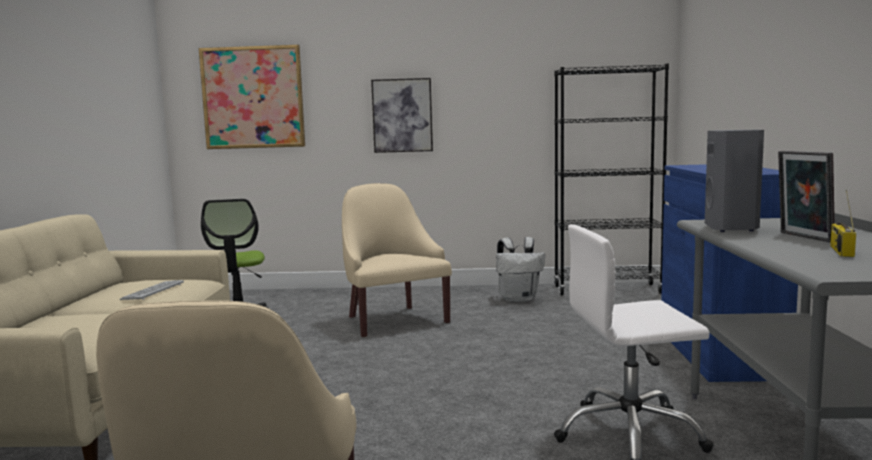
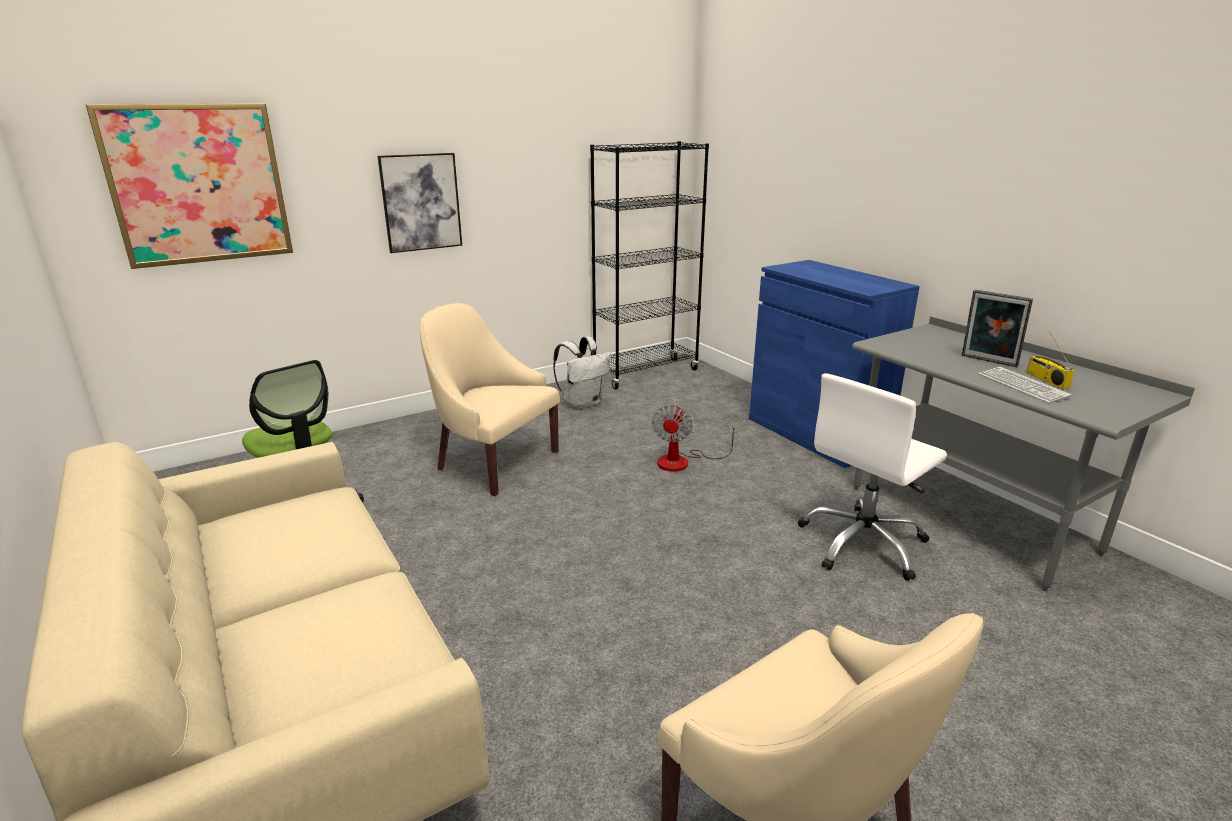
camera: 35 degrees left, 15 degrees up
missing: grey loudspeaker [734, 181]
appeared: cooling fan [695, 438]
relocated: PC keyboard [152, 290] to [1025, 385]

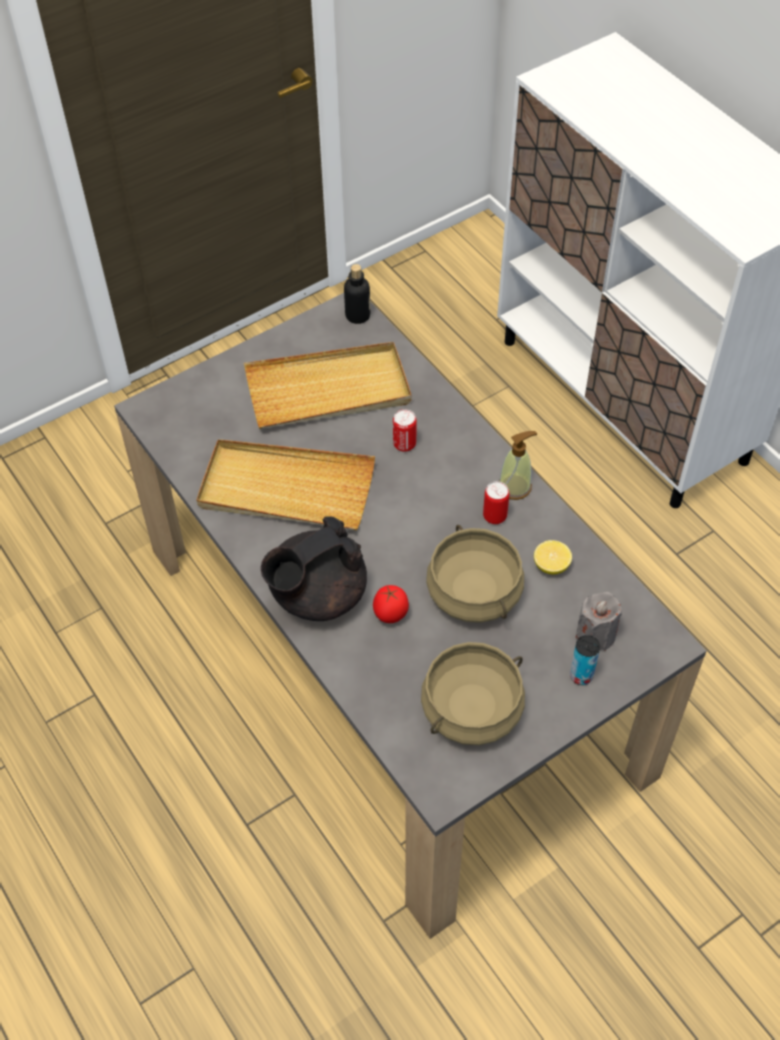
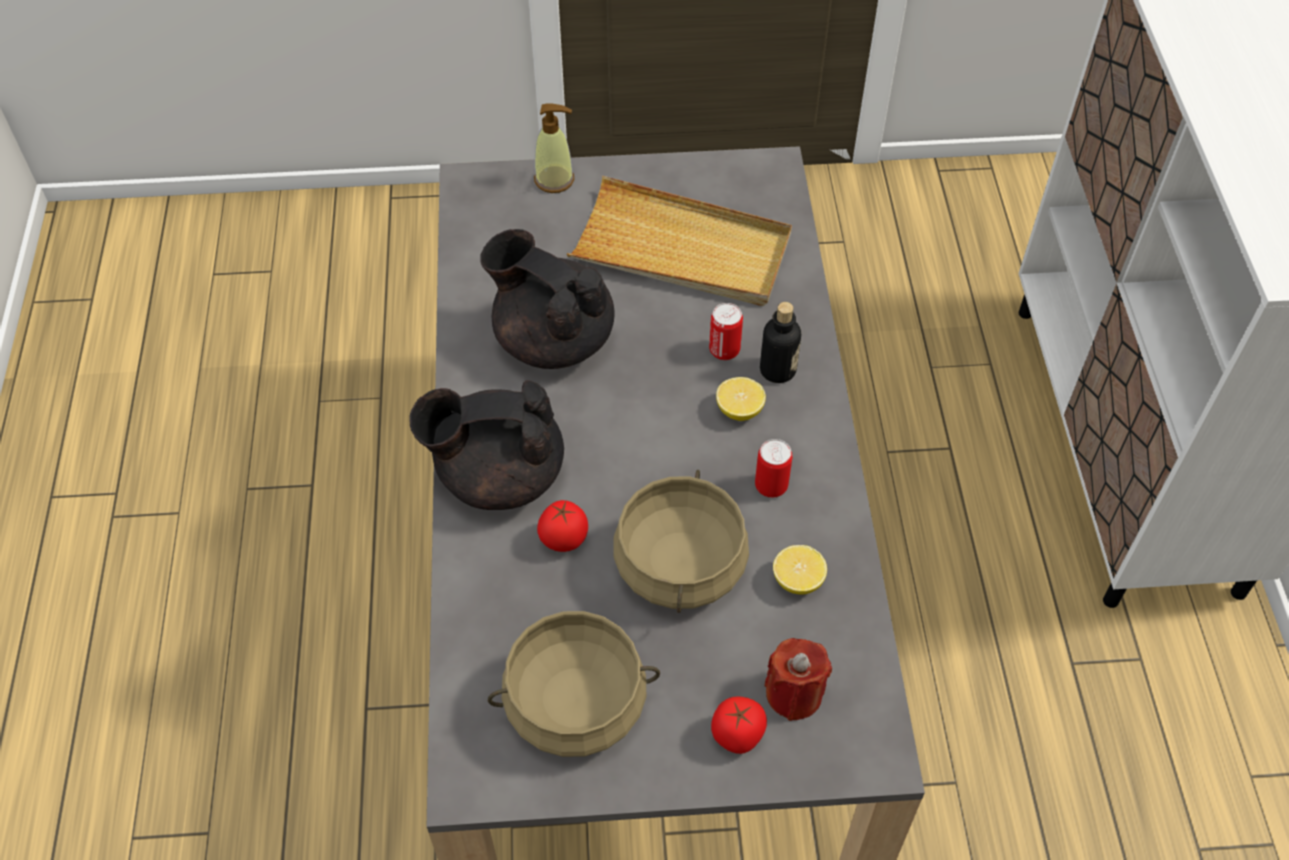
camera: 30 degrees right, 0 degrees up
appeared: whole lemon [741, 399]
relocated: beverage bottle [357, 294] to [780, 342]; liquid soap bottle [518, 465] to [554, 148]
exchanged: beige carrying tray [285, 484] to blackish pot for tea [547, 299]; can [585, 660] to fresh tomato [739, 725]
colour: grey wax light [599, 621] to red wax light [798, 679]

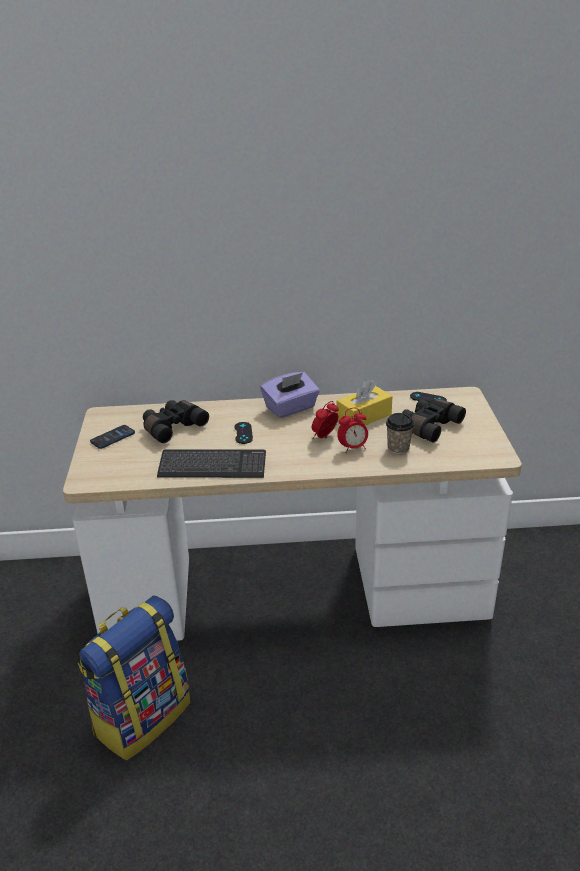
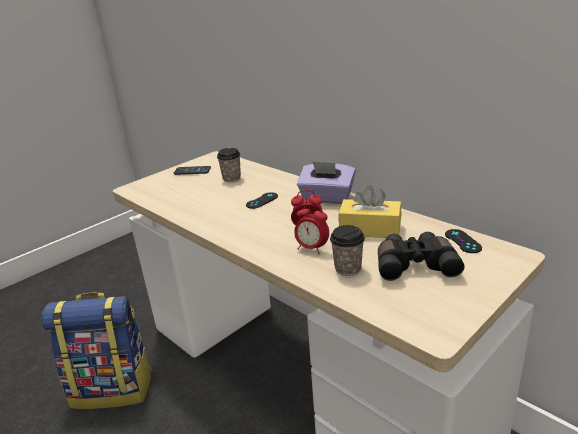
camera: 50 degrees right, 5 degrees down
missing: PC keyboard [211, 464]
exchanged: blackish field glasses [176, 421] to cup [229, 165]

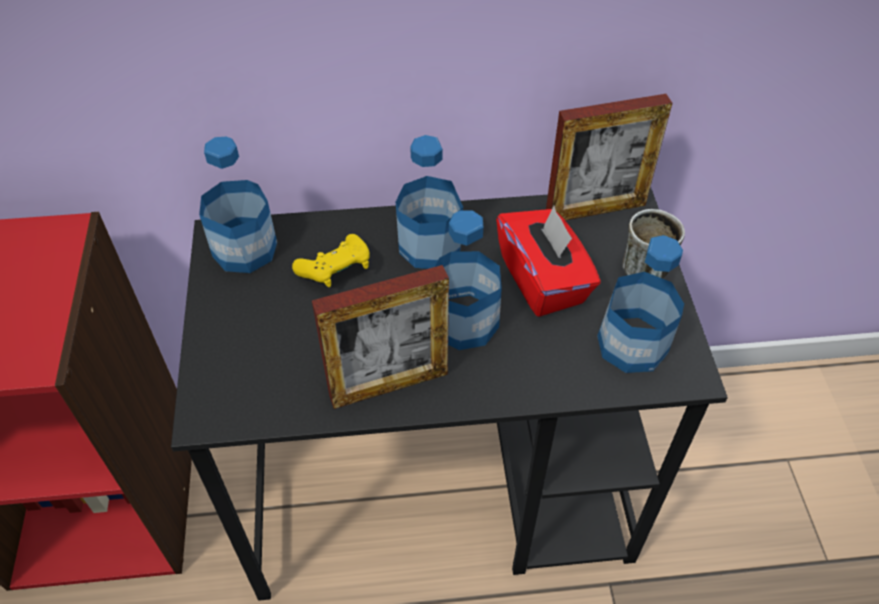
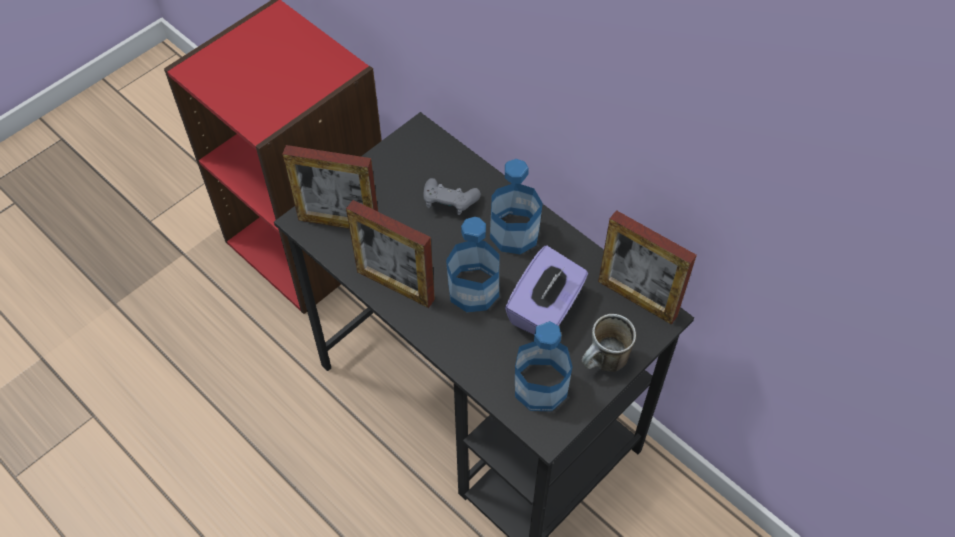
camera: 50 degrees right, 5 degrees up
missing: beverage bottle [238, 205]
appeared: standing frame [330, 187]
colour: yellowish game controller [331, 260] to grey game controller [452, 196]; red tissue box [548, 261] to purplish tissue box [546, 290]

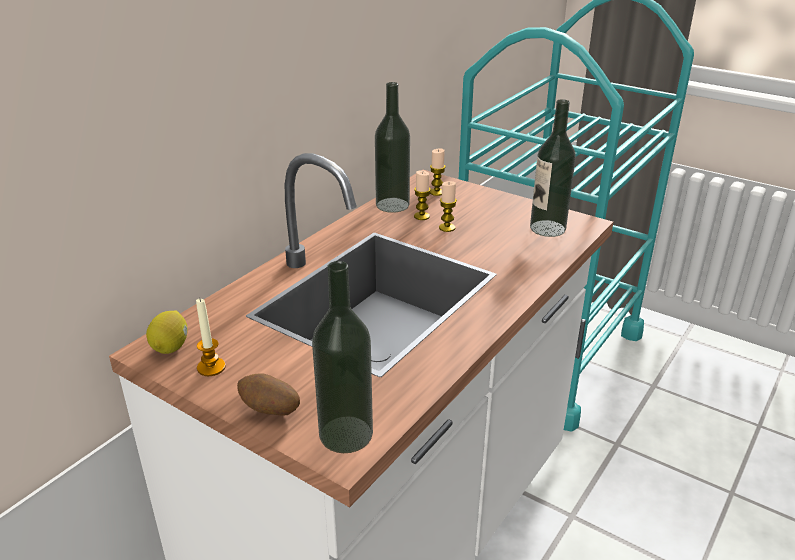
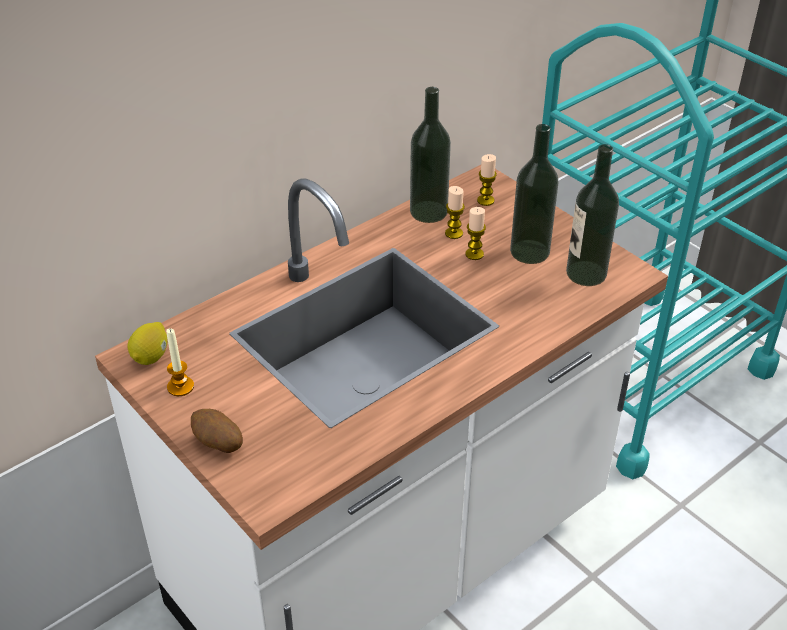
camera: 15 degrees right, 10 degrees up
relocated: beverage bottle [342, 357] to [534, 194]

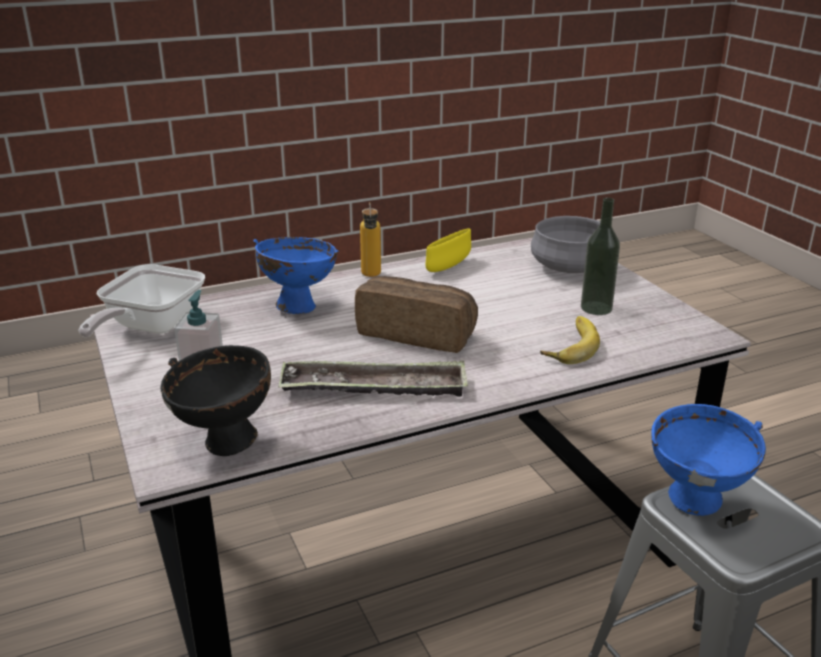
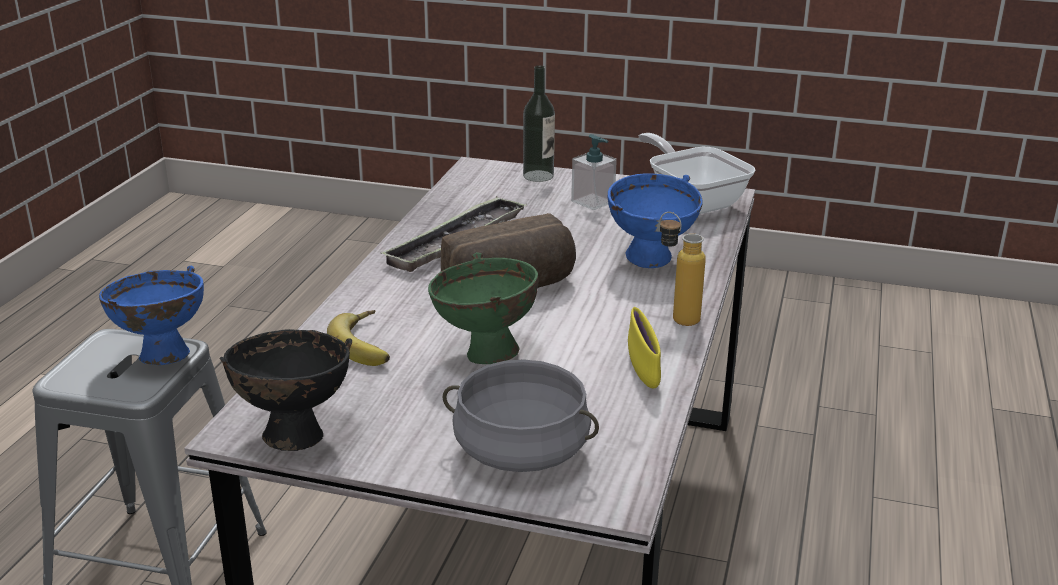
camera: 130 degrees right, 0 degrees up
appeared: green bowl [483, 308]
relocated: blackish bowl [215, 400] to [286, 390]; beverage bottle [600, 256] to [539, 123]

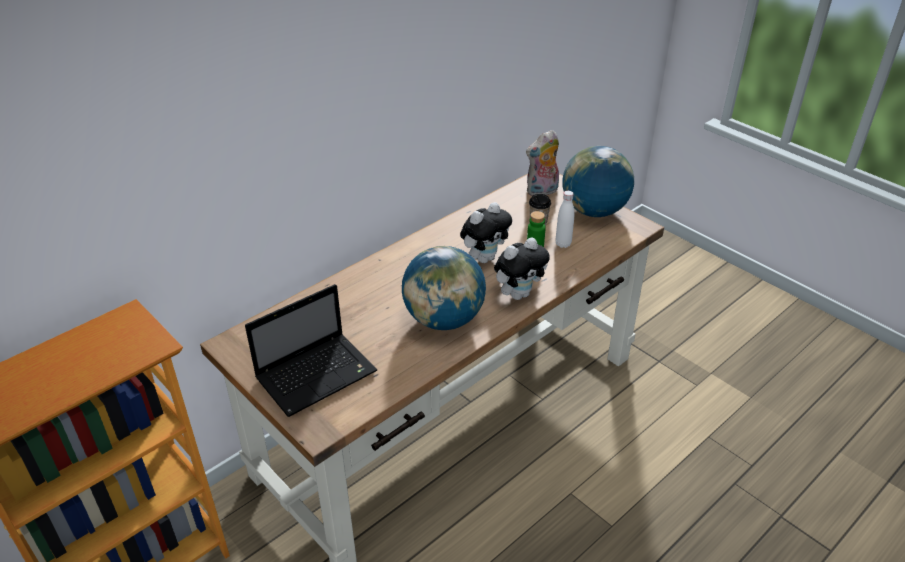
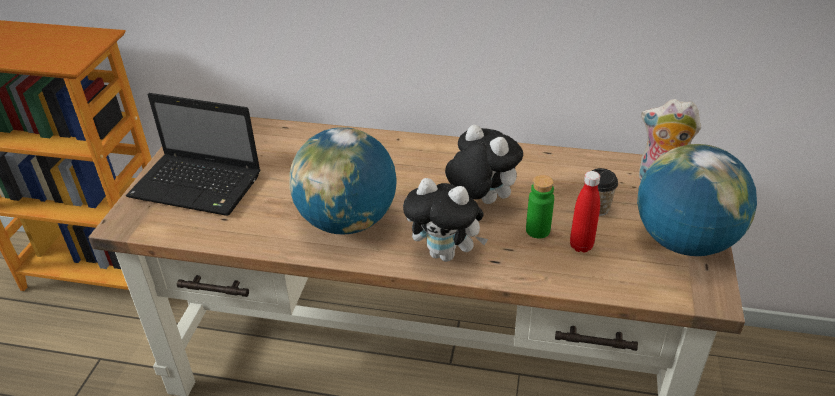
camera: 55 degrees right, 0 degrees up
colour: white-coloured beverage bottle [564, 219] to red beverage bottle [585, 212]
spun: cuddly toy [486, 232] = [484, 164] 150 degrees counterclockwise

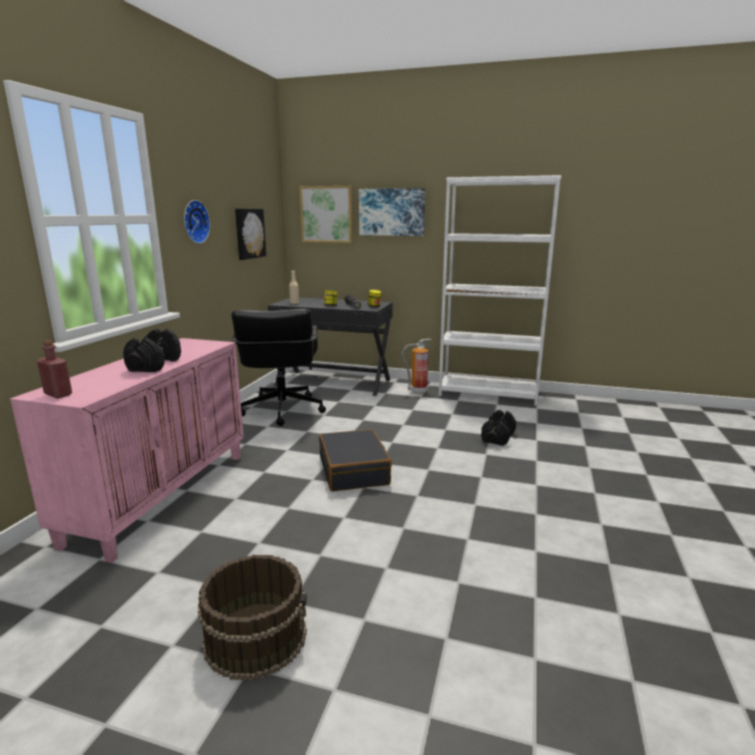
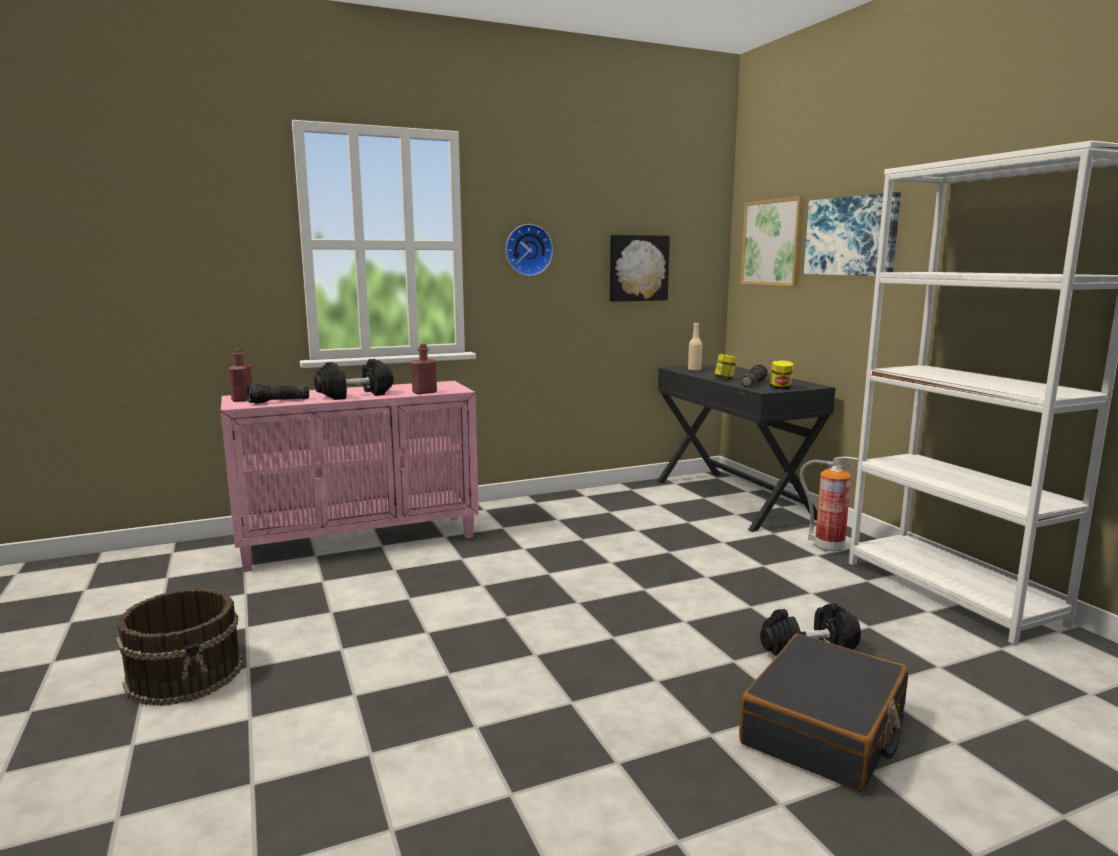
camera: 50 degrees right, 5 degrees down
missing: blackish desk chair [279, 367]
appeared: flashlight [278, 393]; red beverage bottle [423, 369]
relocated: blackish travel case [355, 460] to [823, 713]

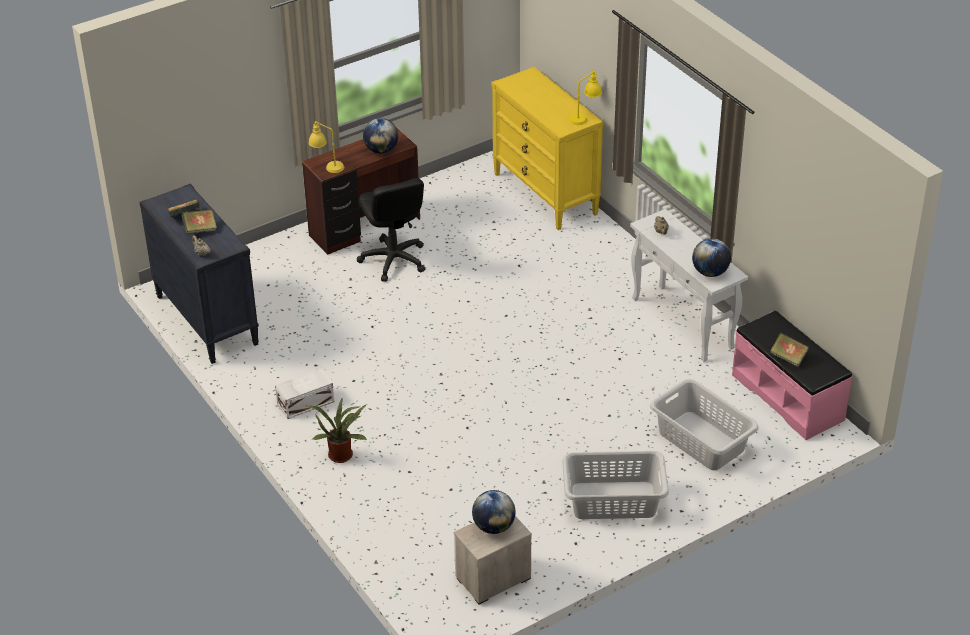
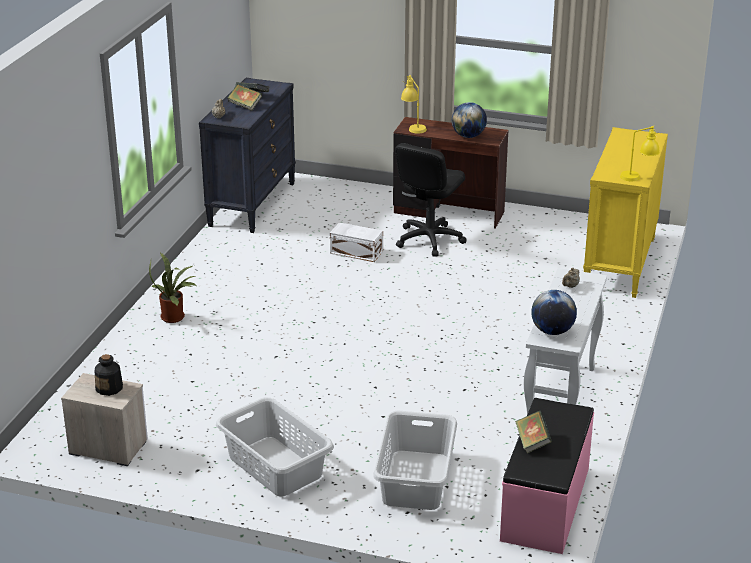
camera: 50 degrees right, 10 degrees down
relocated: white-coloured storage bin [304, 393] to [356, 242]
exchanged: globe [494, 512] to beverage bottle [109, 375]

